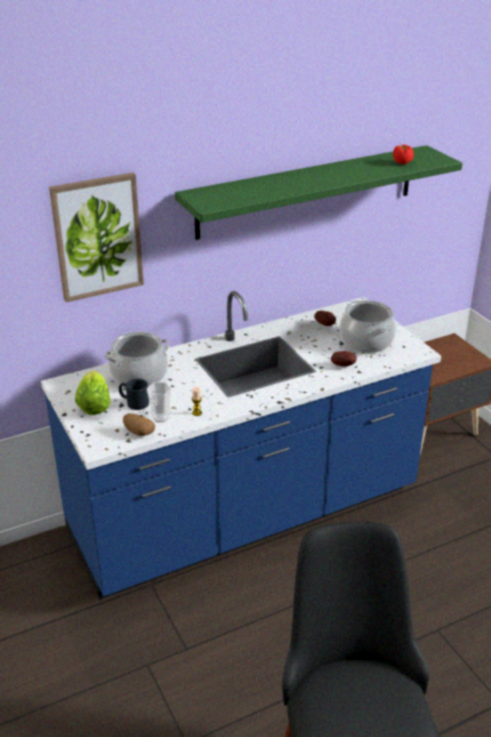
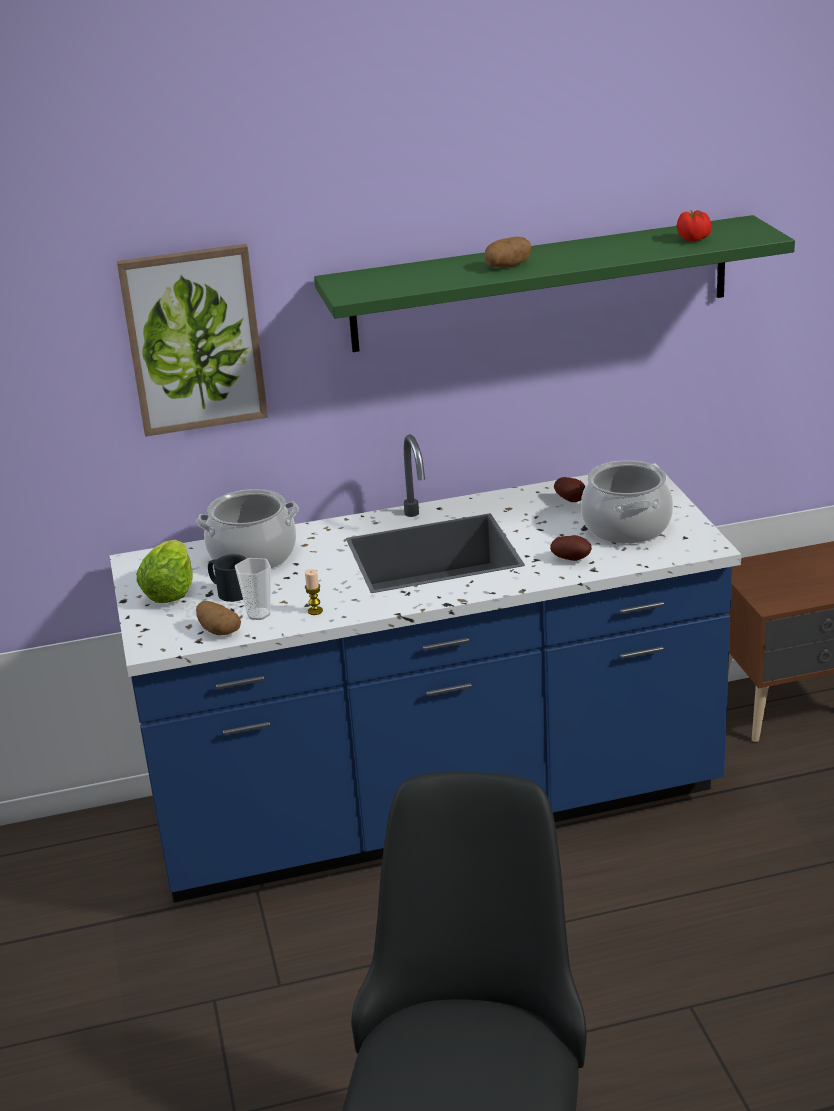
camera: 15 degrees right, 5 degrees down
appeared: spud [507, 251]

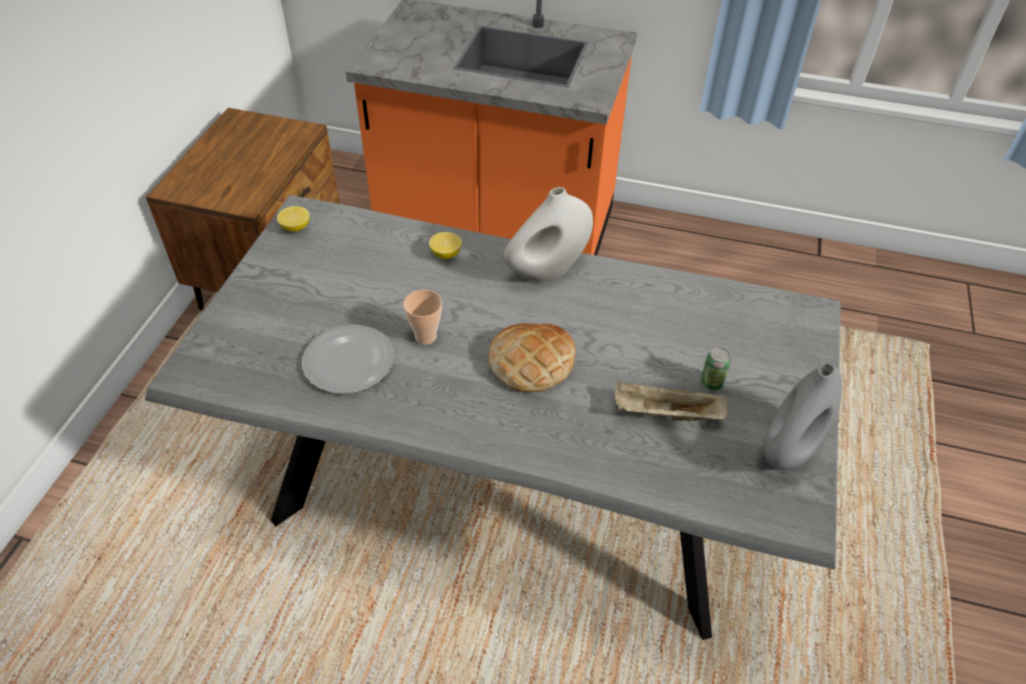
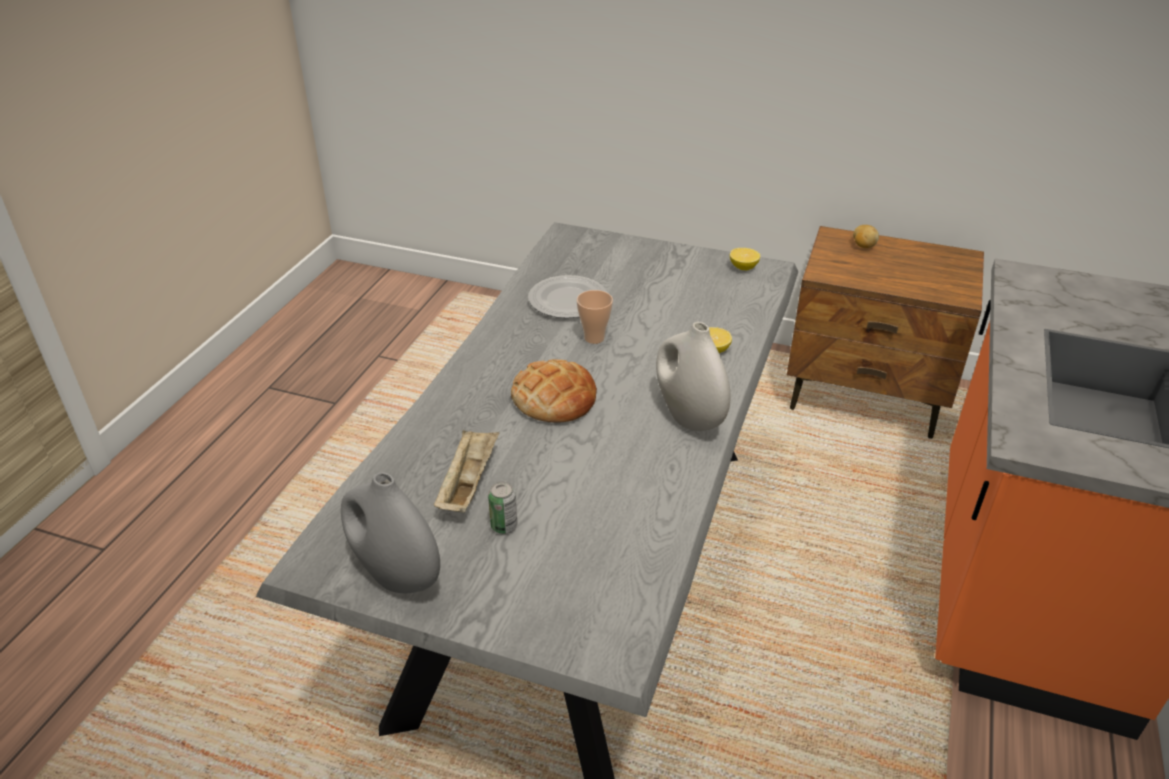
camera: 95 degrees right, 10 degrees down
appeared: spud [866, 236]

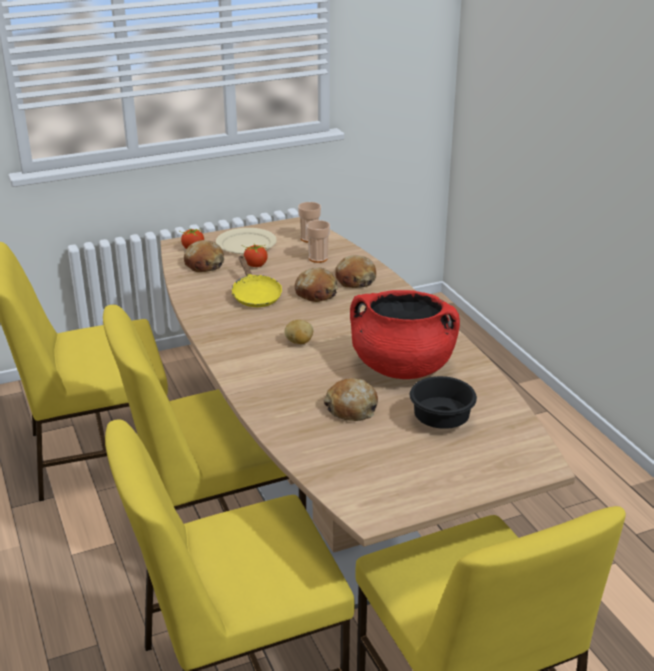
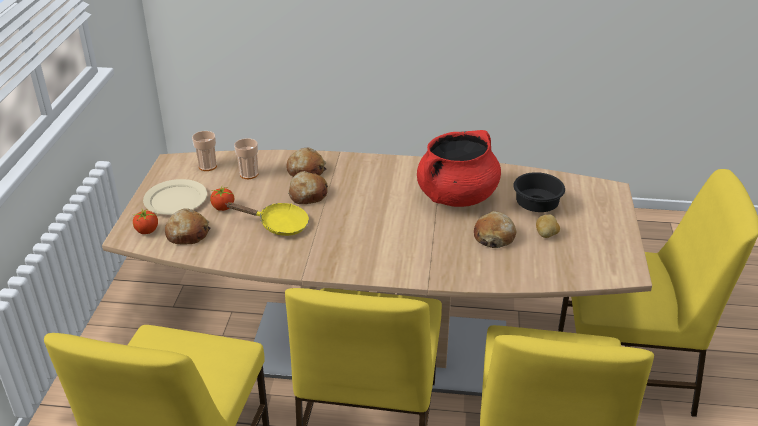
camera: 60 degrees left, 5 degrees up
relocated: spud [299, 331] to [548, 226]

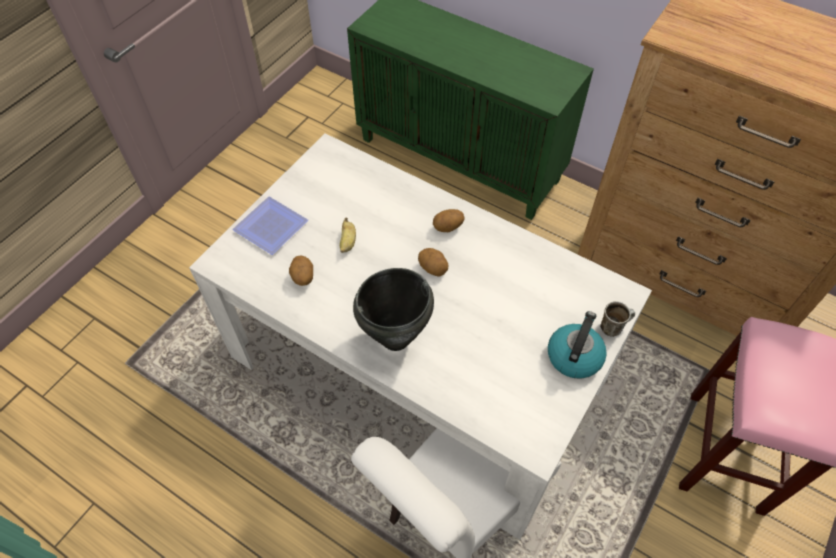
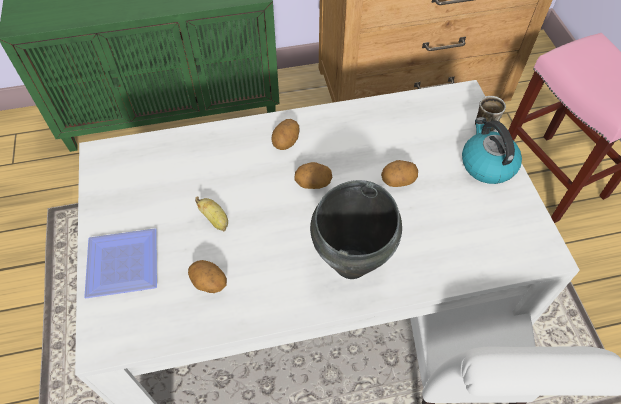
camera: 45 degrees left, 0 degrees up
appeared: spud [399, 173]

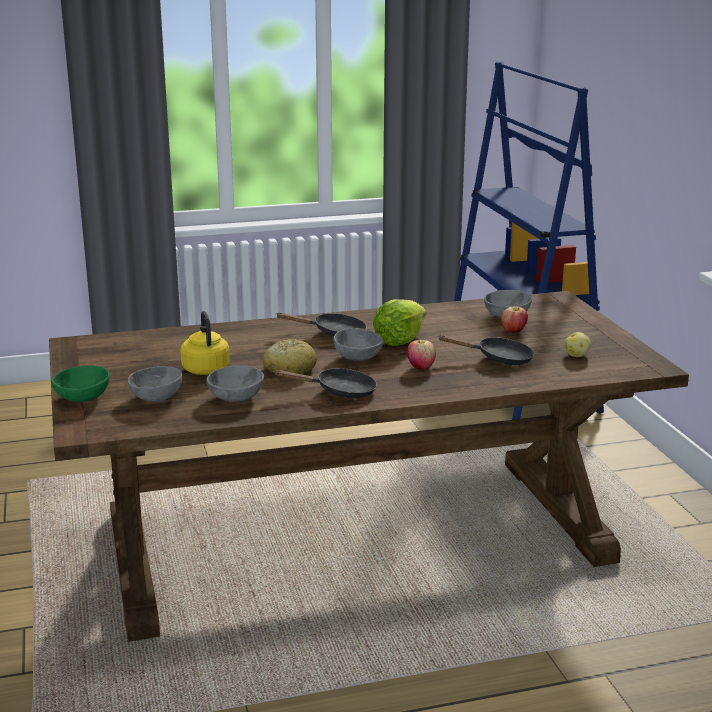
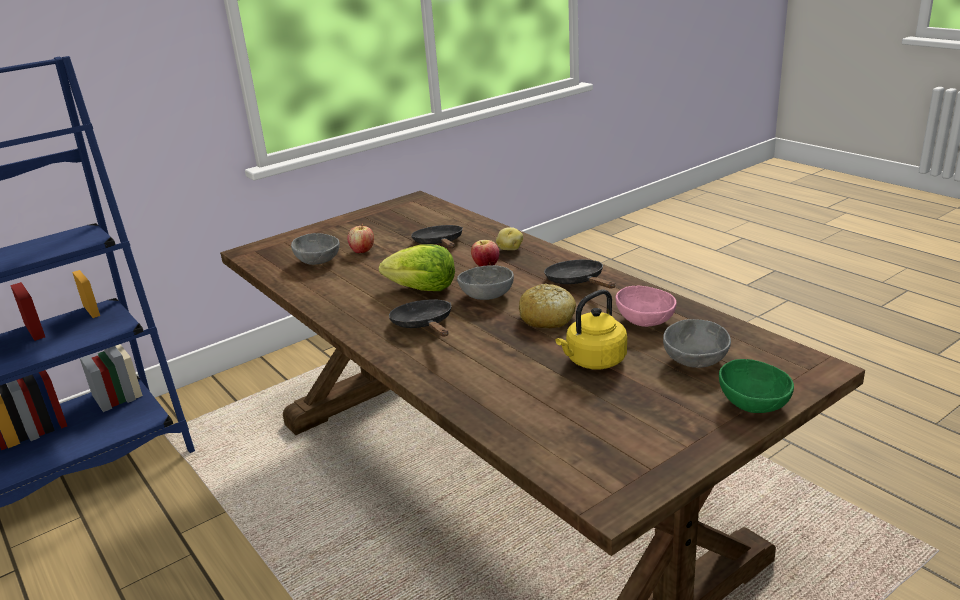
camera: 110 degrees left, 5 degrees up
relocated: spud [578, 344] to [509, 238]
colour: grey bowl [235, 383] to pinkish bowl [646, 306]

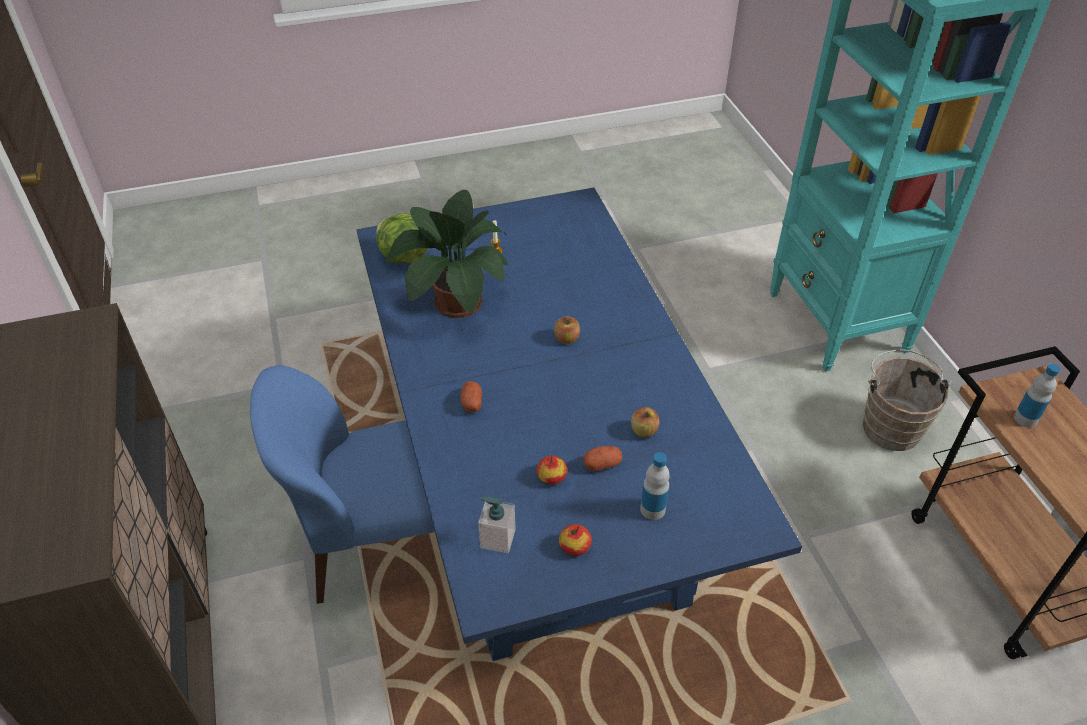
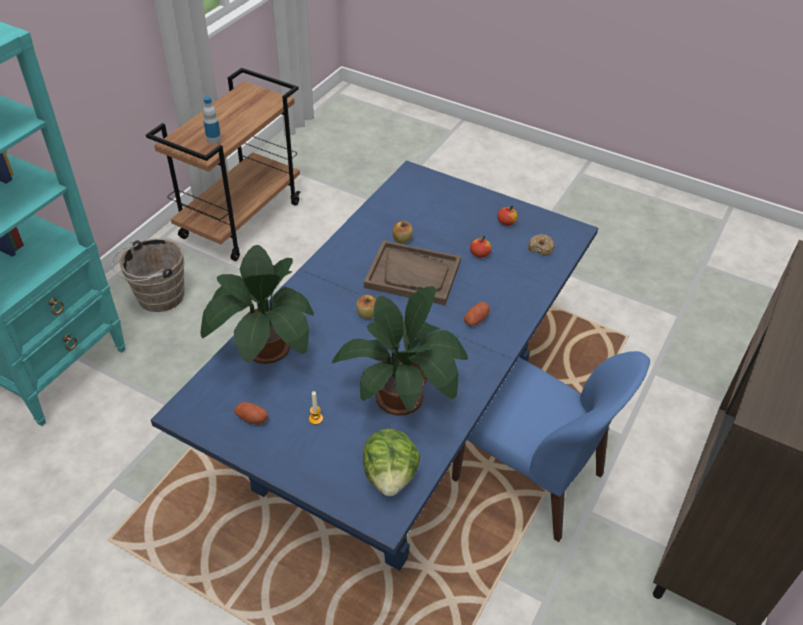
camera: 135 degrees left, 0 degrees up
missing: beverage bottle [655, 486]
appeared: plant in a pot [257, 304]; brownish carrying tray [412, 272]
relocated: spud [602, 459] to [251, 413]
exchanged: liquid soap bottle [497, 525] to ring doughnut [541, 245]

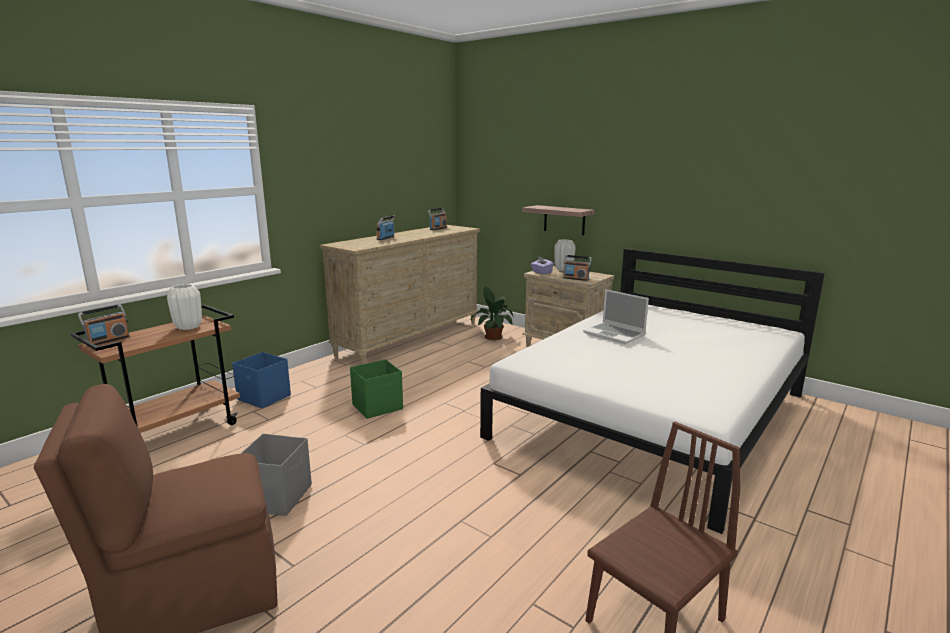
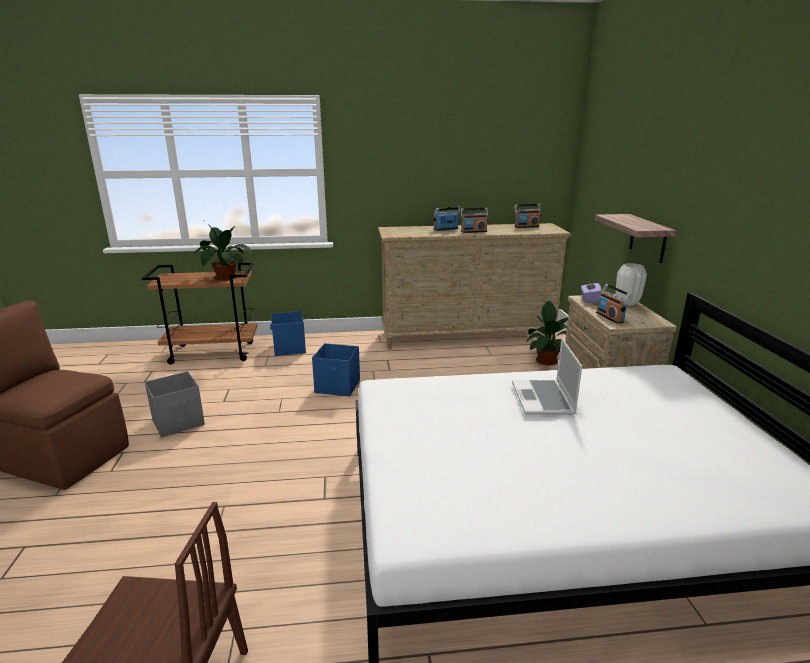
camera: 45 degrees right, 5 degrees up
relocated: radio [104, 324] to [474, 220]
exchanged: white-coloured flower vase [184, 307] to plant in a pot [223, 251]
colour: green storage bin [376, 389] to bluish storage bin [336, 370]

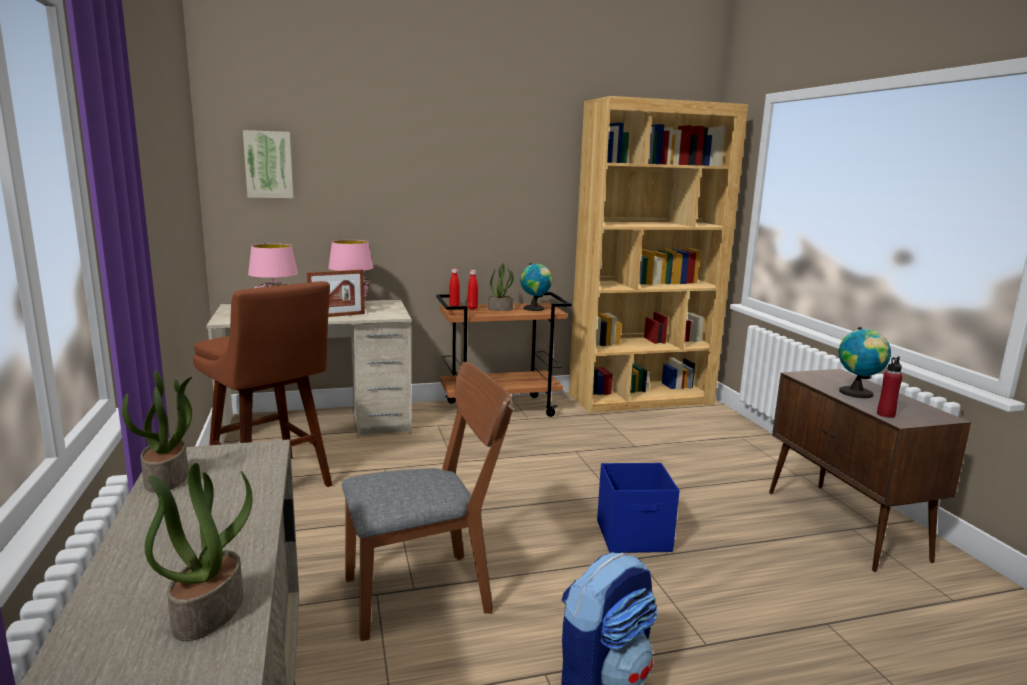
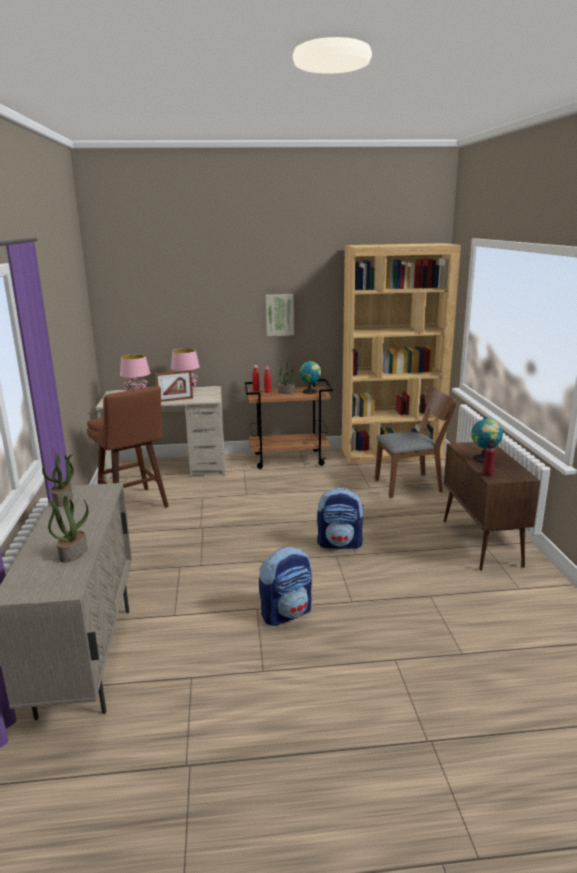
camera: 10 degrees right, 5 degrees up
relocated: wall art [268, 164] to [280, 315]; brownish plain chair [427, 501] to [415, 441]
exchanged: bluish storage bin [638, 508] to knapsack [340, 518]

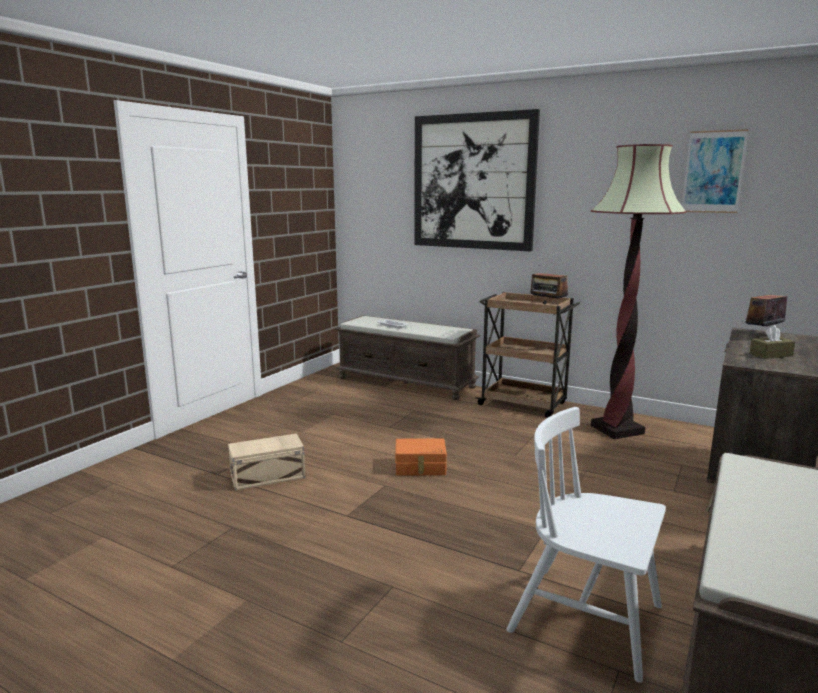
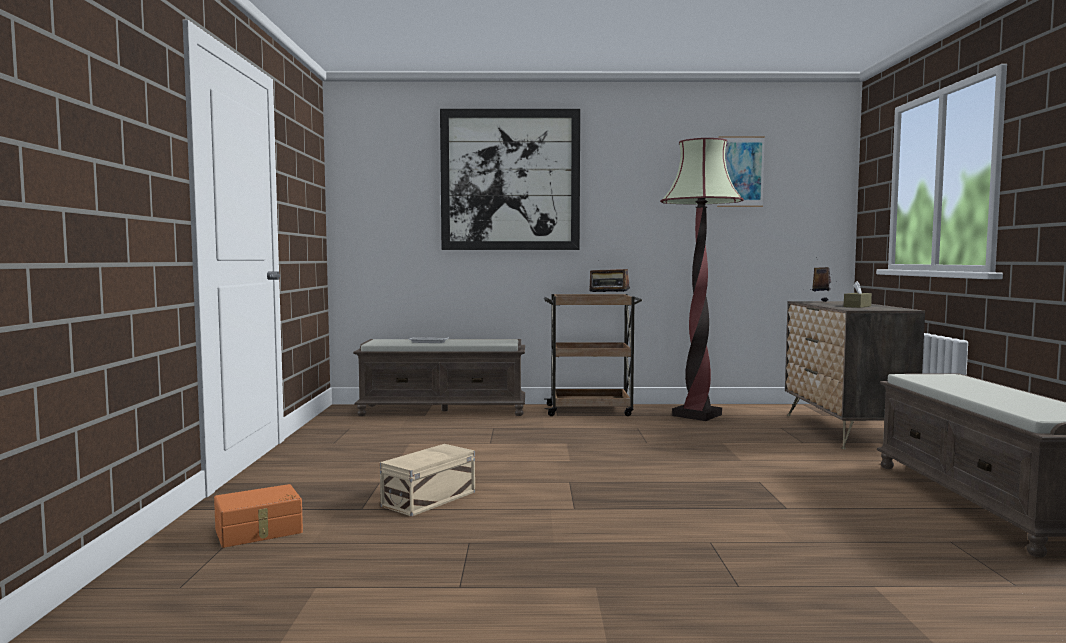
camera: 30 degrees left, 10 degrees down
missing: white-coloured plain chair [586, 545]
relocated: orange storage bin [421, 457] to [258, 516]

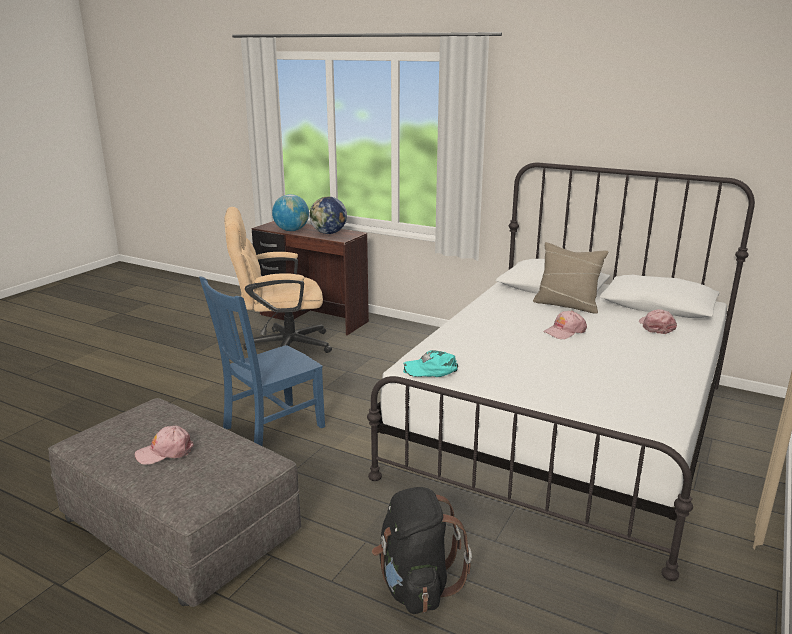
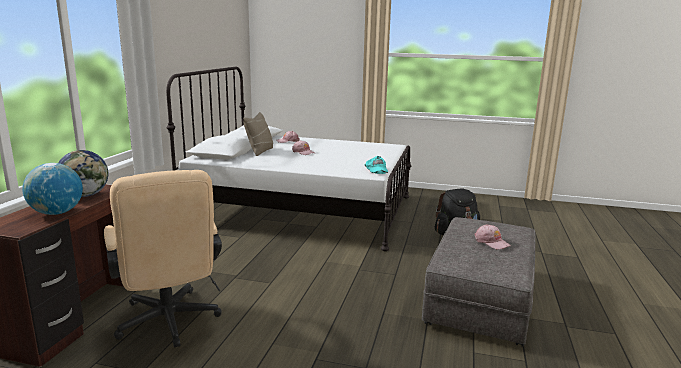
camera: 105 degrees left, 5 degrees down
missing: bluish plain chair [262, 361]

